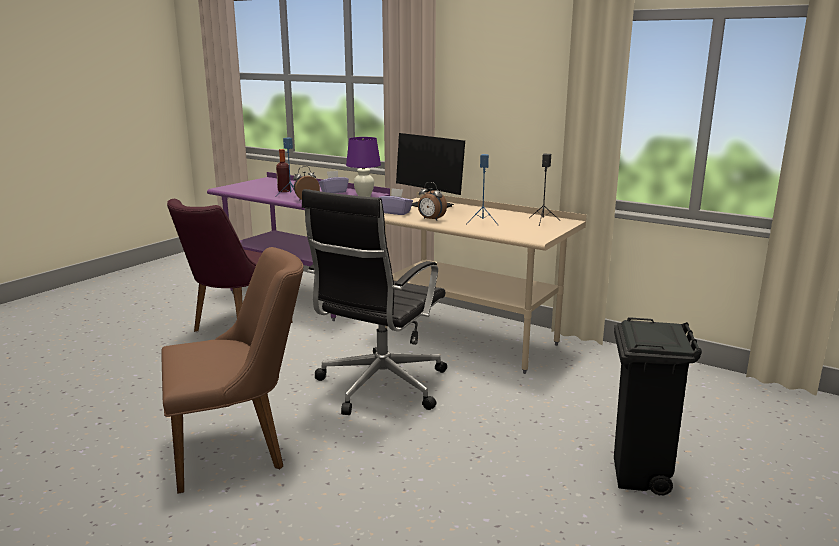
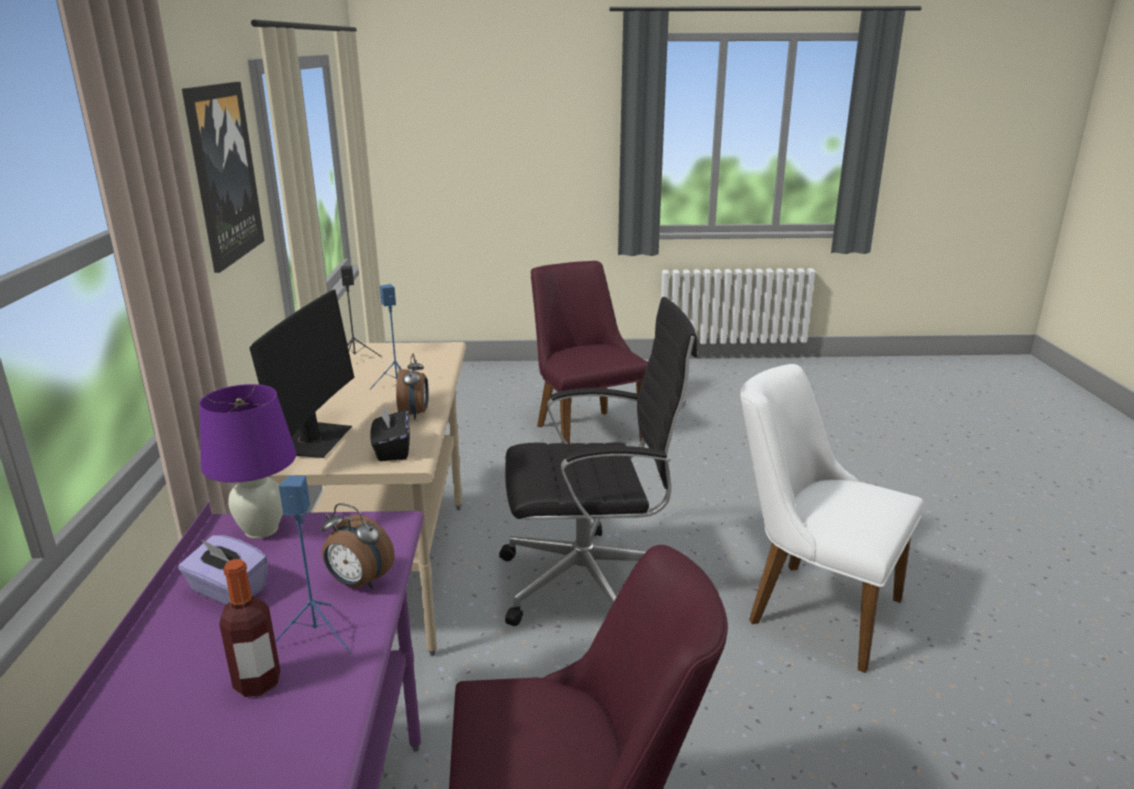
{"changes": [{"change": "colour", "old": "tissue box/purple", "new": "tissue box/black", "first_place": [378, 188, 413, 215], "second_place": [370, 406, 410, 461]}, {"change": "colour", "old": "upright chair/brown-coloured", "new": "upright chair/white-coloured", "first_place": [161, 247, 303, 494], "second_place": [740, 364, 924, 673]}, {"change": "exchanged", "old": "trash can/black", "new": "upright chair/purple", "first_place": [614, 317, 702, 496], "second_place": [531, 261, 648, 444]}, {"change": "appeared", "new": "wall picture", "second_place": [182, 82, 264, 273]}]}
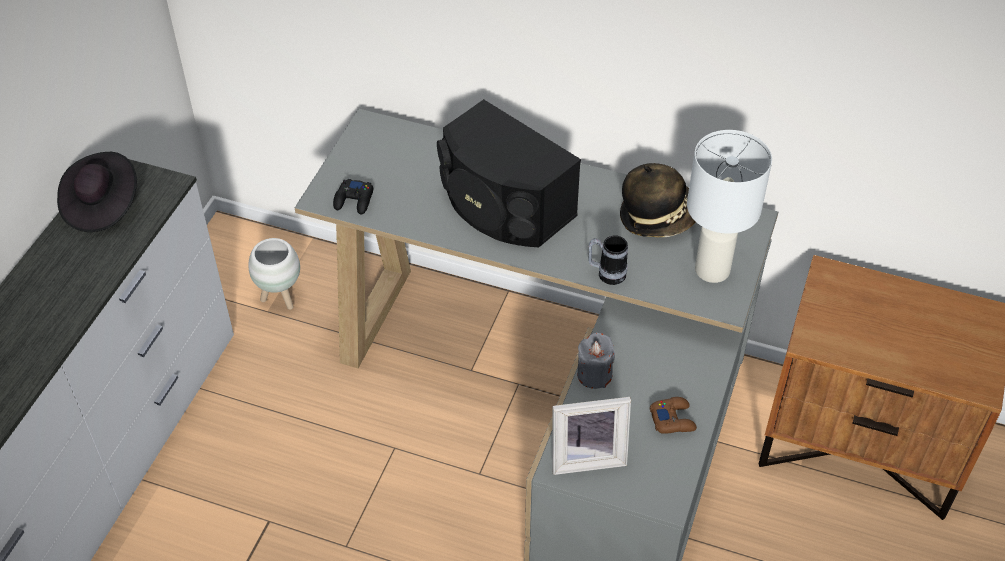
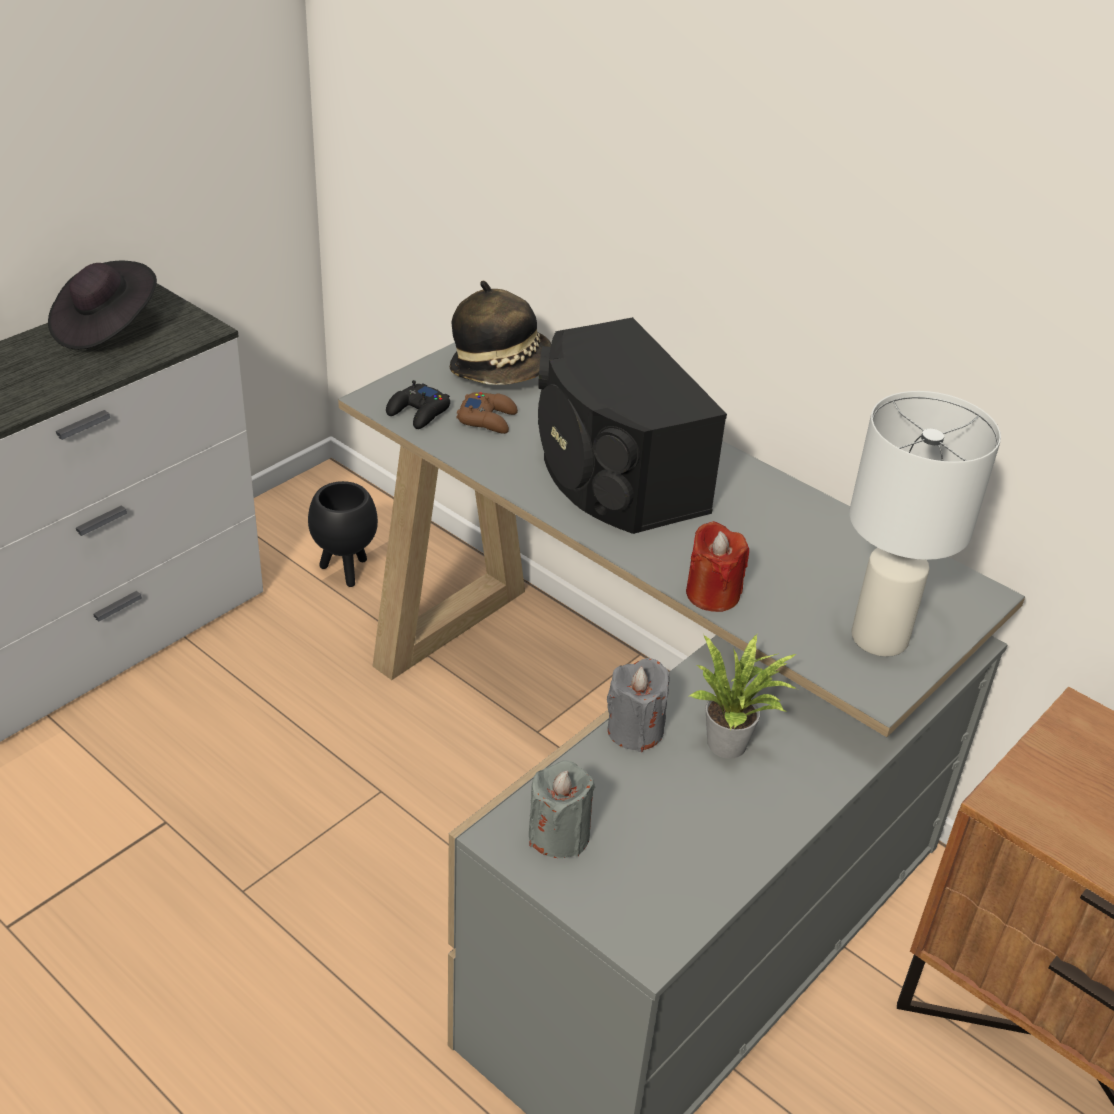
{"changes": [{"change": "relocated", "old": "hat", "first_place": [620, 163, 695, 237], "second_place": [449, 281, 551, 385]}, {"change": "exchanged", "old": "coffee mug", "new": "wax candle/reddish", "first_place": [588, 235, 628, 285], "second_place": [686, 521, 749, 612]}, {"change": "colour", "old": "planter/white-coloured", "new": "planter/black", "first_place": [248, 238, 300, 310], "second_place": [308, 481, 378, 587]}, {"change": "exchanged", "old": "standing frame", "new": "wax candle/greyish", "first_place": [552, 397, 631, 475], "second_place": [529, 760, 595, 858]}, {"change": "relocated", "old": "gamepad/brown-coloured", "first_place": [650, 397, 697, 434], "second_place": [457, 392, 518, 434]}, {"change": "appeared", "new": "potted plant", "second_place": [688, 634, 797, 759]}]}
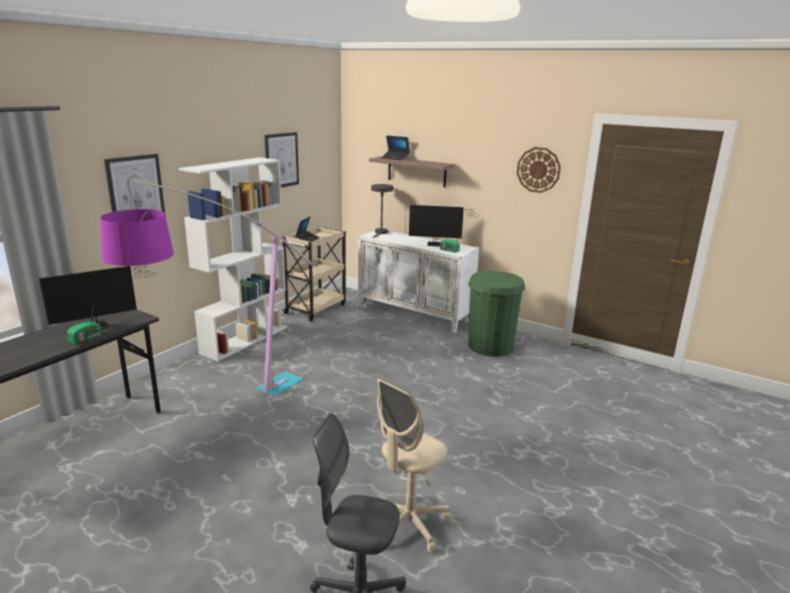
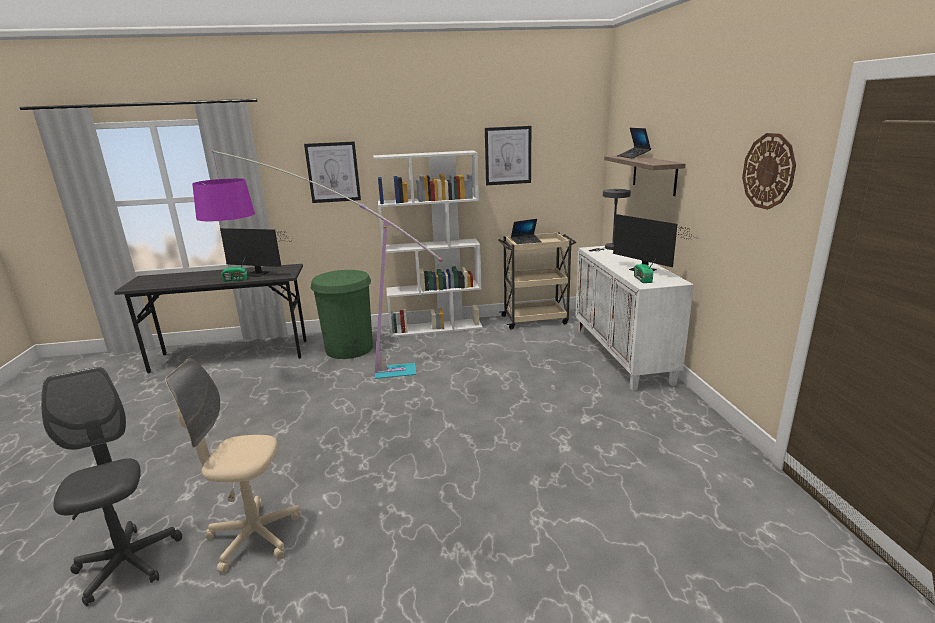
{"changes": [{"change": "relocated", "old": "trash can/green", "first_place": [468, 271, 525, 357], "second_place": [311, 270, 373, 359]}]}
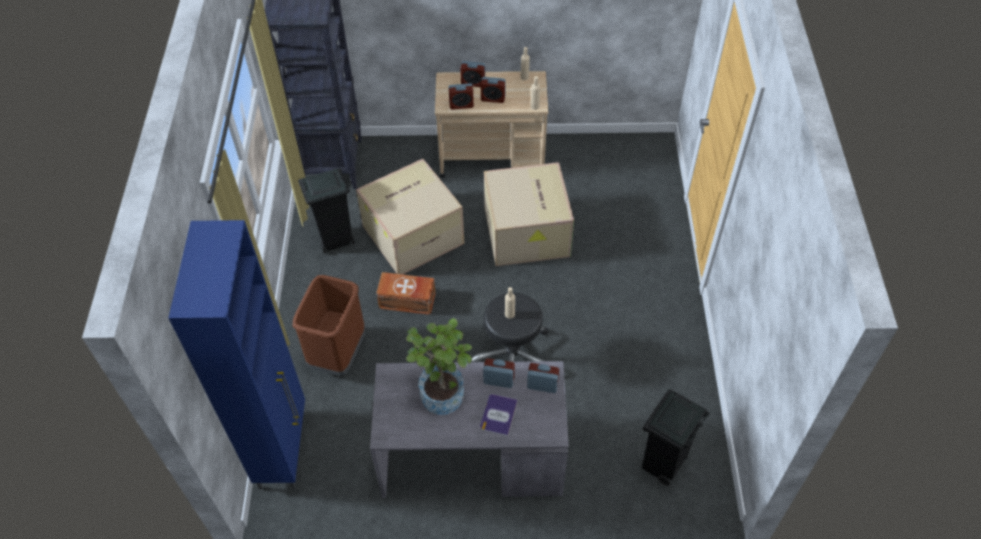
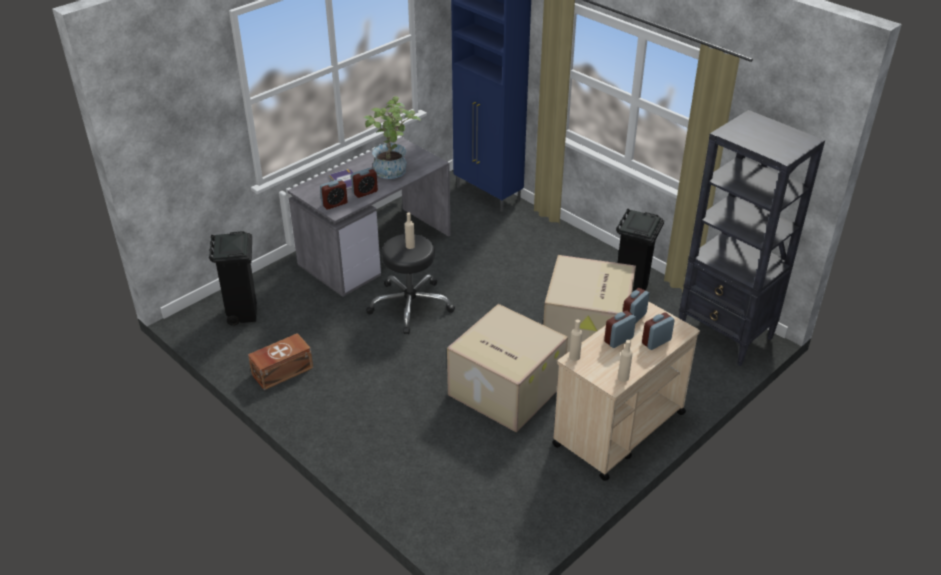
{"changes": [{"change": "relocated", "old": "storage box/brown-coloured", "first_place": [376, 272, 436, 315], "second_place": [248, 333, 313, 390]}, {"change": "missing", "old": "trash can/brown-coloured", "first_place": [293, 275, 365, 376]}]}
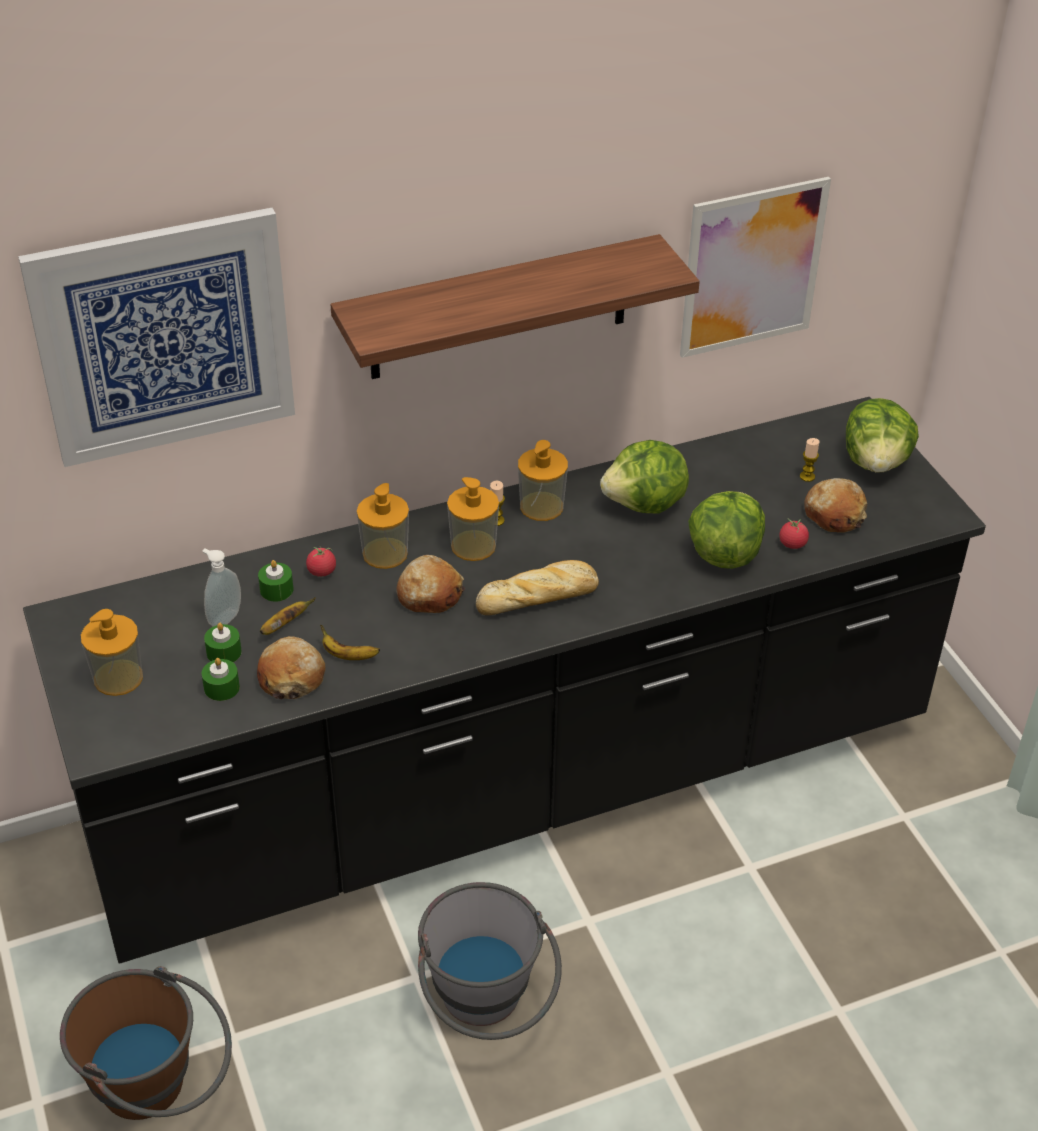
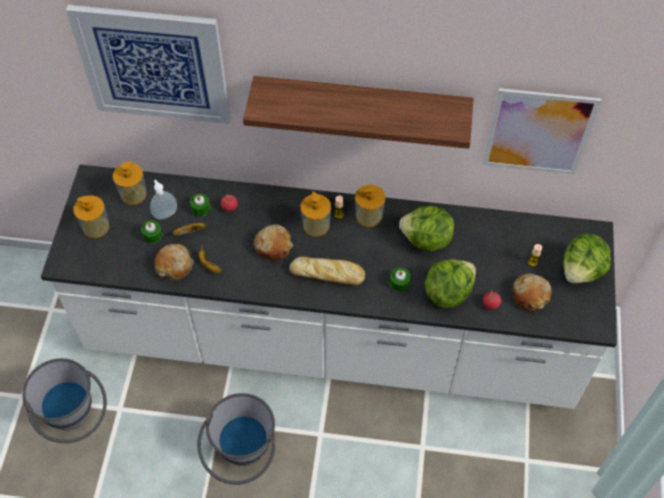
{"changes": [{"change": "colour", "old": "kitchen counter/black", "new": "kitchen counter/white-coloured", "first_place": [23, 397, 986, 964], "second_place": [41, 164, 617, 409]}, {"change": "relocated", "old": "soap dispenser", "first_place": [357, 483, 409, 569], "second_place": [113, 161, 147, 205]}, {"change": "relocated", "old": "wax candle/green", "first_place": [202, 658, 240, 701], "second_place": [390, 268, 411, 292]}, {"change": "colour", "old": "pail/brown-coloured", "new": "pail/greyish", "first_place": [60, 966, 232, 1120], "second_place": [22, 358, 107, 443]}]}
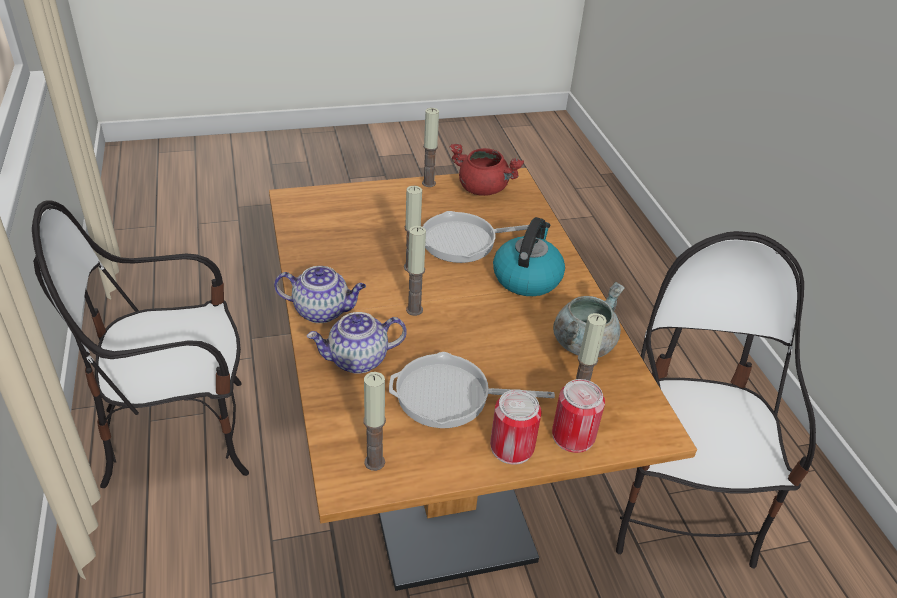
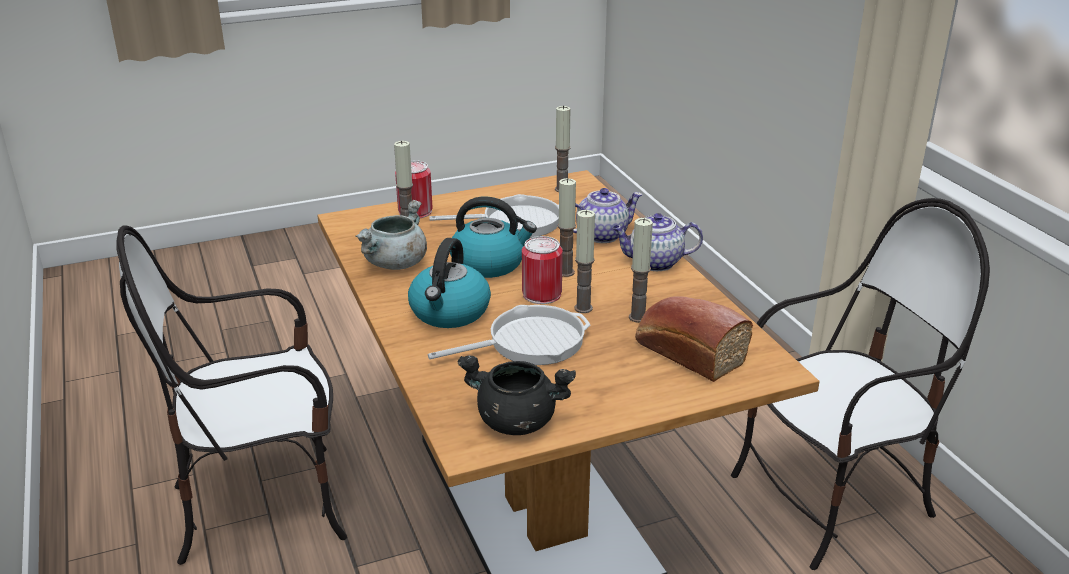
{"changes": [{"change": "relocated", "old": "wax candle", "first_place": [422, 108, 439, 187], "second_place": [629, 218, 653, 323]}, {"change": "colour", "old": "cooking pot/reddish", "new": "cooking pot/black", "first_place": [449, 143, 524, 196], "second_place": [457, 355, 576, 435]}, {"change": "spun", "old": "upright chair", "first_place": [616, 231, 816, 568], "second_place": [116, 225, 347, 565], "degrees": 75}, {"change": "relocated", "old": "sealed can", "first_place": [490, 389, 542, 465], "second_place": [522, 236, 563, 304]}, {"change": "appeared", "new": "tea kettle", "second_place": [450, 197, 537, 278]}, {"change": "appeared", "new": "bread", "second_place": [635, 296, 753, 382]}]}
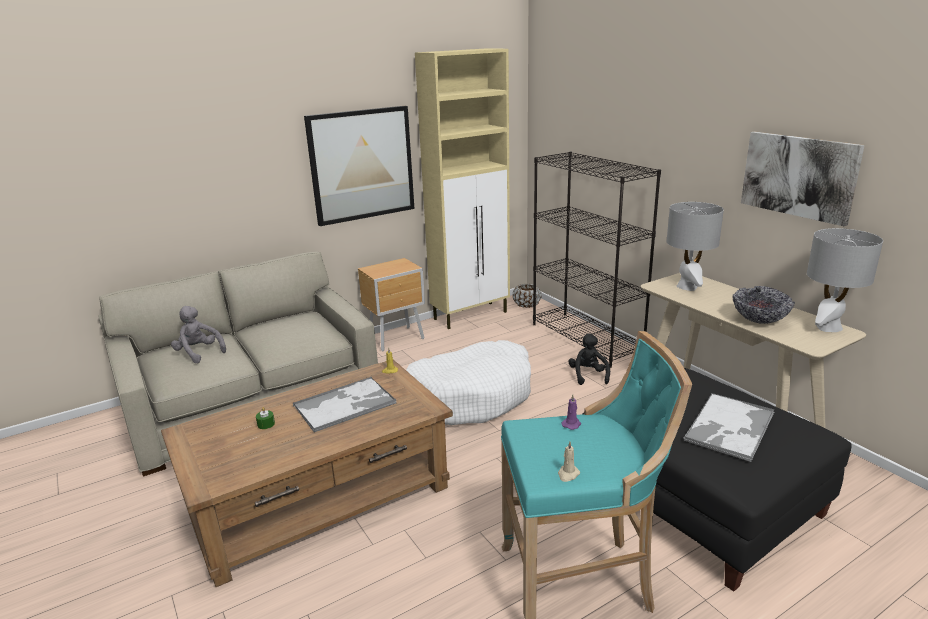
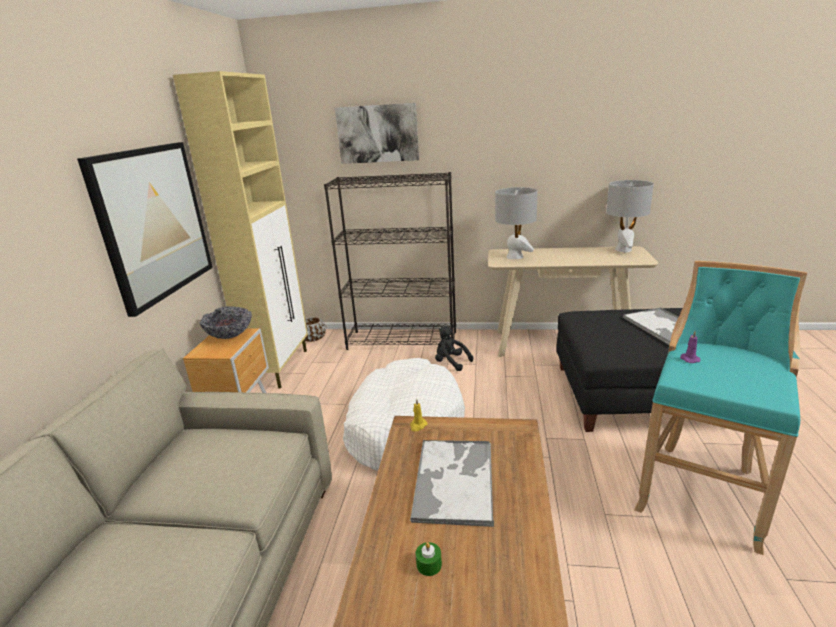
{"changes": [{"change": "relocated", "old": "wall picture", "first_place": [741, 132, 865, 226], "second_place": [335, 103, 419, 164]}, {"change": "relocated", "old": "bowl", "first_place": [733, 286, 795, 324], "second_place": [199, 306, 252, 339]}, {"change": "missing", "old": "plush toy/greyish", "first_place": [171, 306, 226, 363]}, {"change": "missing", "old": "wax candle/beige", "first_place": [558, 441, 580, 482]}]}
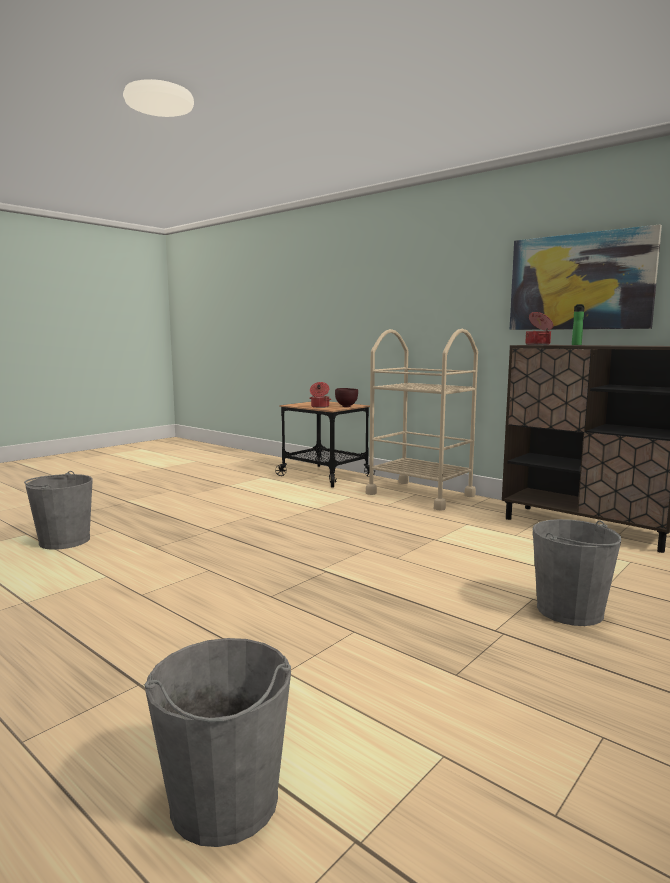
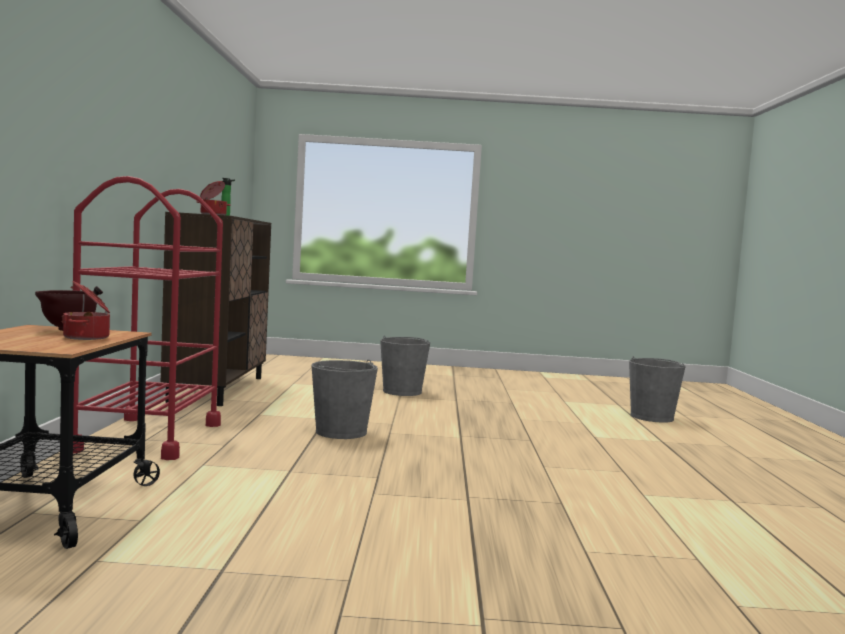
{"changes": [{"change": "missing", "old": "wall picture", "first_place": [510, 224, 662, 330]}, {"change": "colour", "old": "trolley/beige", "new": "trolley/reddish", "first_place": [366, 329, 478, 511], "second_place": [73, 176, 223, 460]}, {"change": "relocated", "old": "pail/greyish", "first_place": [24, 471, 93, 550], "second_place": [312, 360, 378, 439]}]}
